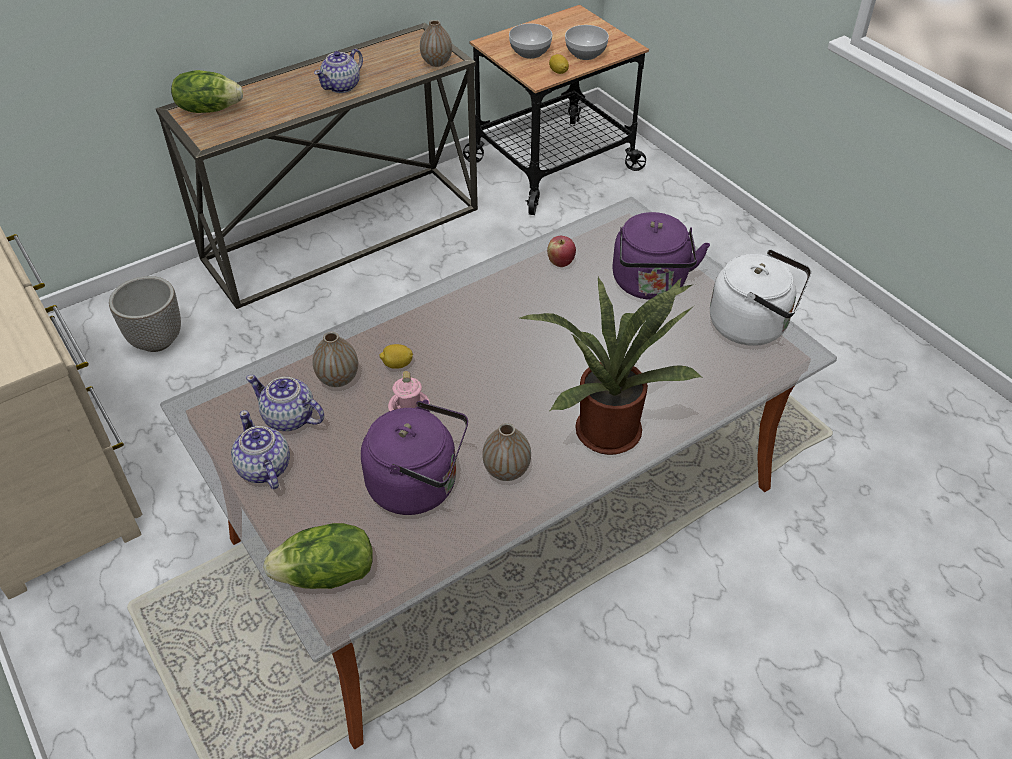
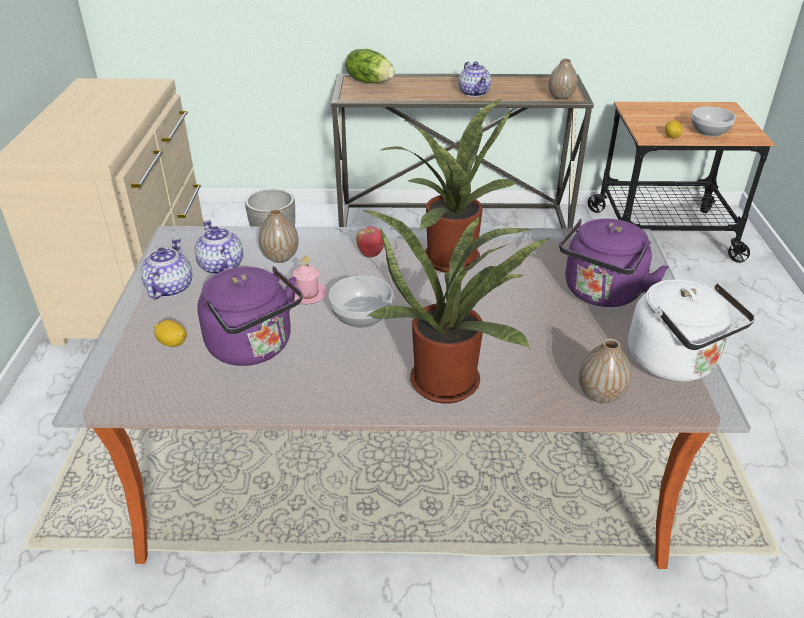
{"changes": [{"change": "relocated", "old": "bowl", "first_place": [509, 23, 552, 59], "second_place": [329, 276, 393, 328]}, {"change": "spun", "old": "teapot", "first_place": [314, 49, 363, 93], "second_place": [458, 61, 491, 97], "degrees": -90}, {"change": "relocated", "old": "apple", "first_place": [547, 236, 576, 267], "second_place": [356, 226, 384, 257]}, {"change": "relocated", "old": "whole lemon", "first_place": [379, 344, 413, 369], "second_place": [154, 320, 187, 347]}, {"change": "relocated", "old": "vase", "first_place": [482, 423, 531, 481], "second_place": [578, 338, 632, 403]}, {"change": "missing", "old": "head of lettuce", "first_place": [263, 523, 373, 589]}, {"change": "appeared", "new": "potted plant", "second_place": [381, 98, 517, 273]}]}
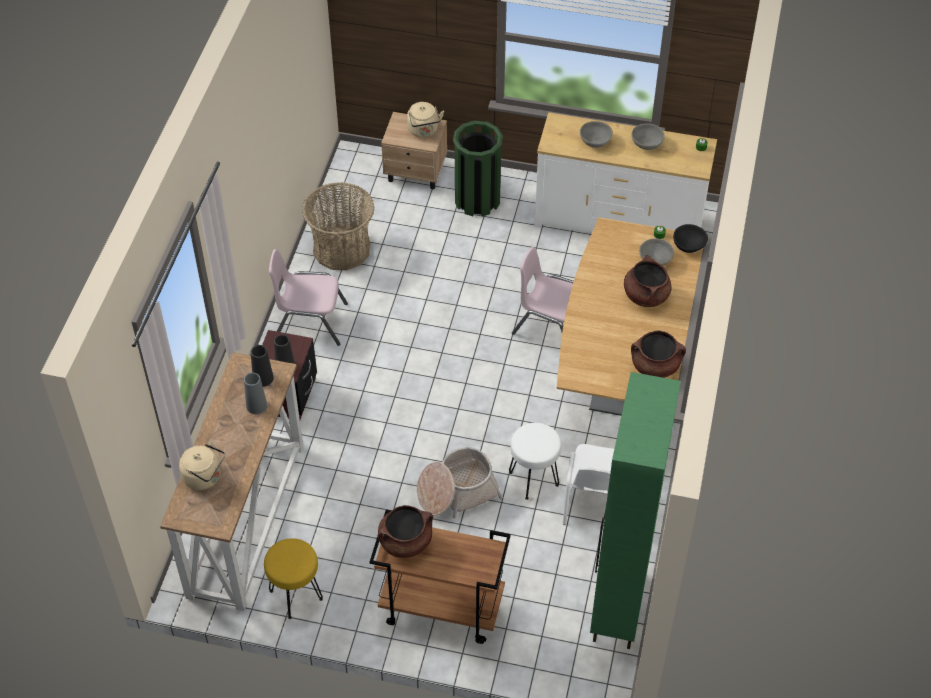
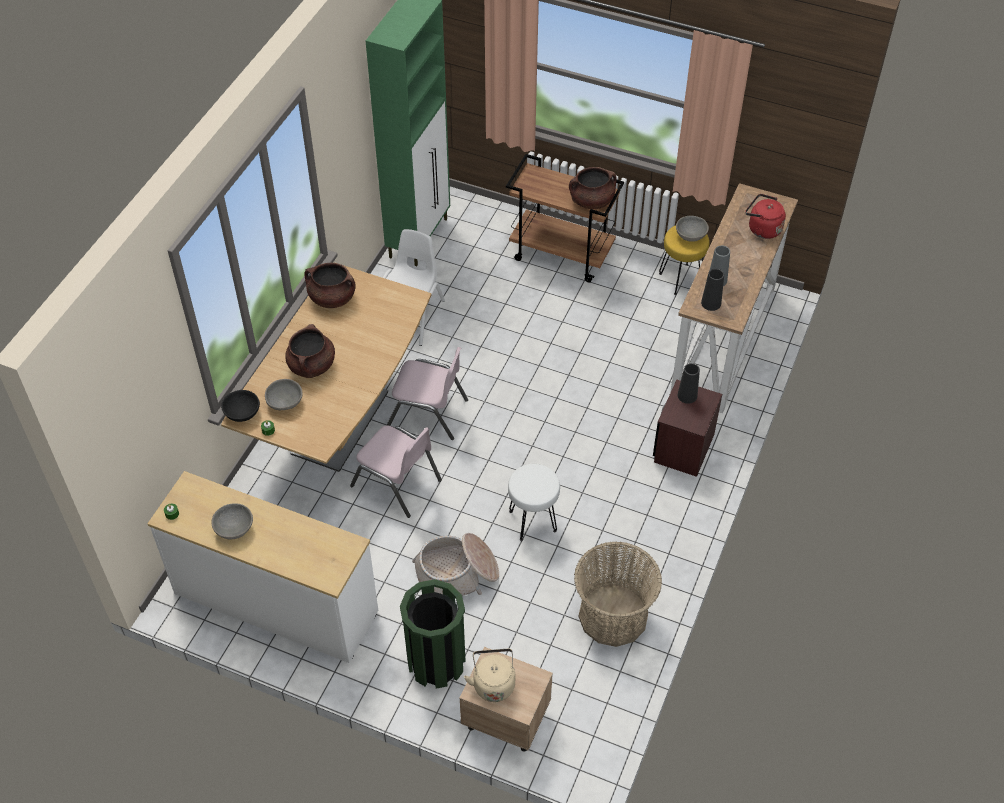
{"changes": [{"change": "relocated", "old": "bowl/greyish", "first_place": [580, 121, 613, 148], "second_place": [676, 216, 709, 242]}, {"change": "relocated", "old": "upright chair/pinkish", "first_place": [269, 249, 348, 346], "second_place": [387, 347, 468, 440]}, {"change": "relocated", "old": "sitting stool/white-coloured", "first_place": [509, 423, 561, 500], "second_place": [508, 464, 560, 541]}, {"change": "colour", "old": "tea kettle/beige", "new": "tea kettle/reddish", "first_place": [179, 441, 225, 490], "second_place": [745, 194, 786, 239]}, {"change": "relocated", "old": "basket", "first_place": [417, 447, 503, 519], "second_place": [412, 533, 499, 596]}]}
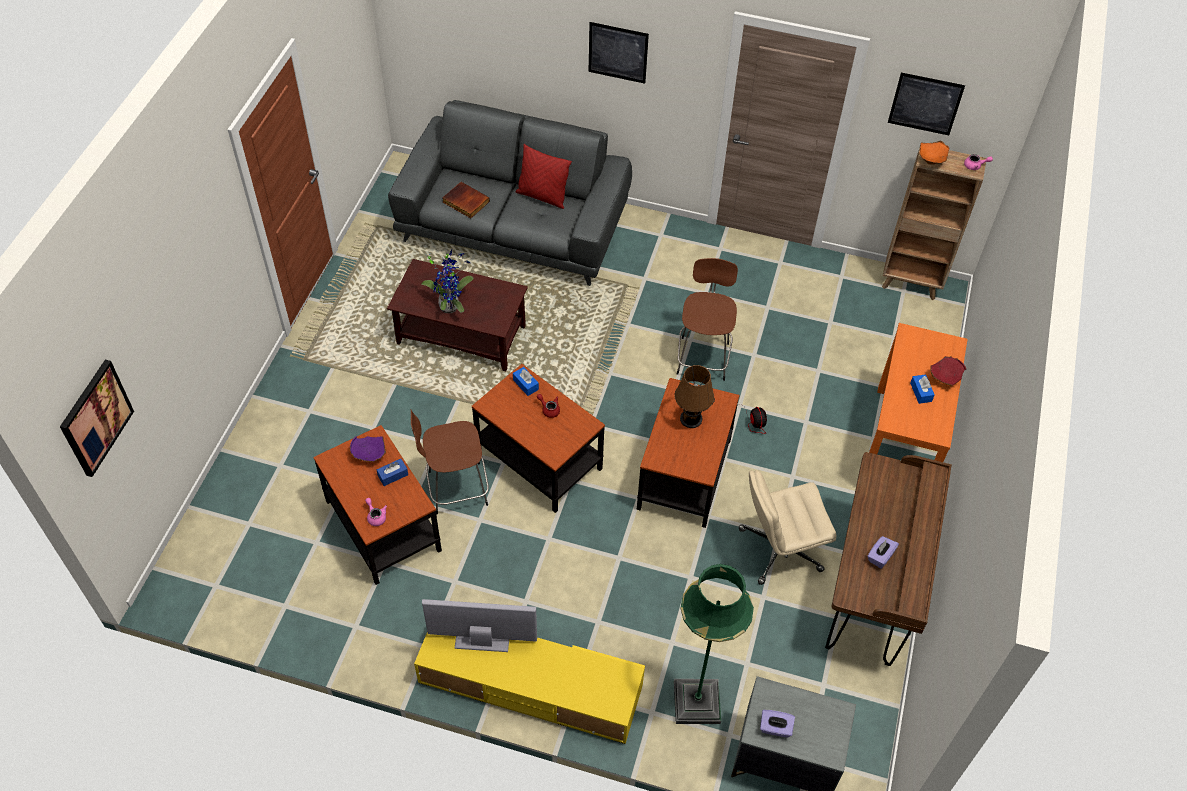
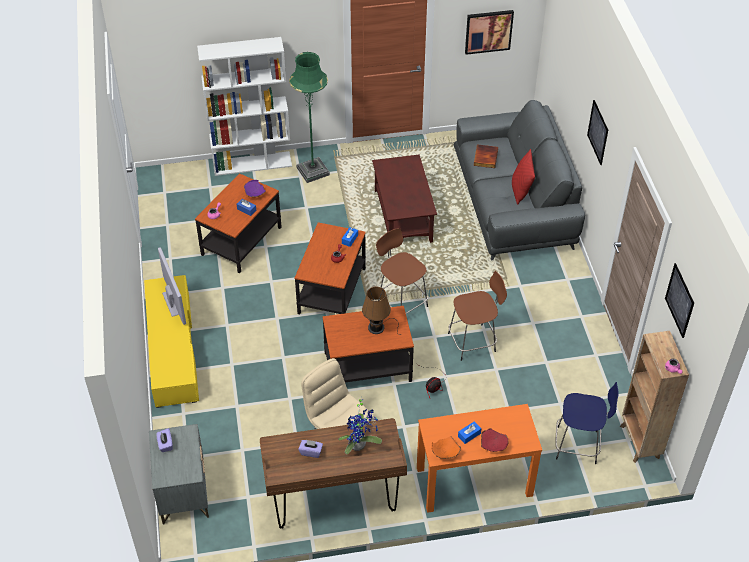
{"changes": [{"change": "relocated", "old": "bowl/orange", "first_place": [919, 141, 949, 165], "second_place": [431, 436, 461, 459]}, {"change": "relocated", "old": "potted plant", "first_place": [421, 250, 473, 313], "second_place": [338, 396, 382, 454]}, {"change": "relocated", "old": "wall picture", "first_place": [60, 360, 134, 477], "second_place": [465, 10, 514, 55]}, {"change": "relocated", "old": "sitting stool/brown-coloured", "first_place": [410, 409, 489, 515], "second_place": [376, 228, 428, 314]}, {"change": "relocated", "old": "floor lamp/green", "first_place": [674, 564, 754, 724], "second_place": [289, 52, 330, 183]}, {"change": "appeared", "new": "bookshelf/white-coloured", "second_place": [197, 37, 292, 176]}, {"change": "appeared", "new": "sitting stool/bluish", "second_place": [555, 382, 619, 464]}]}
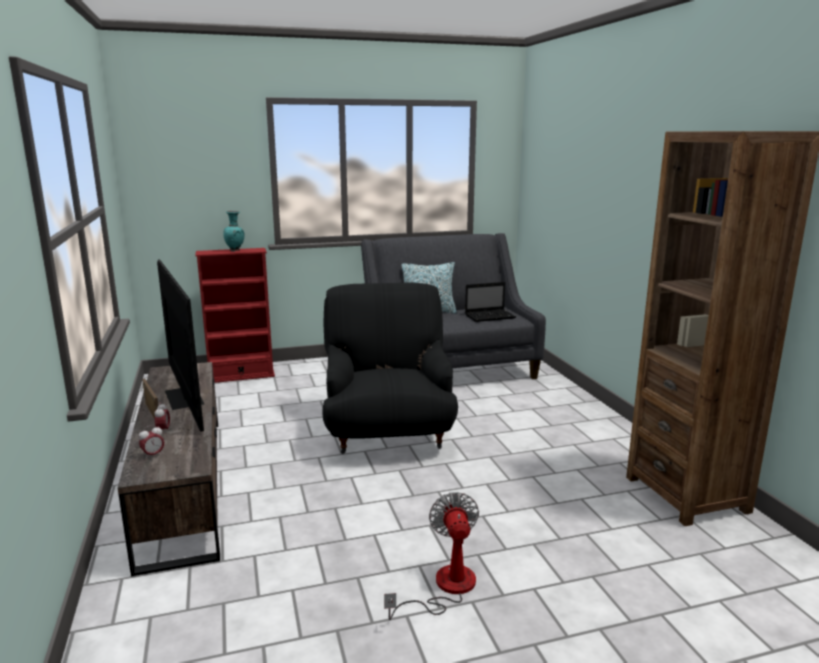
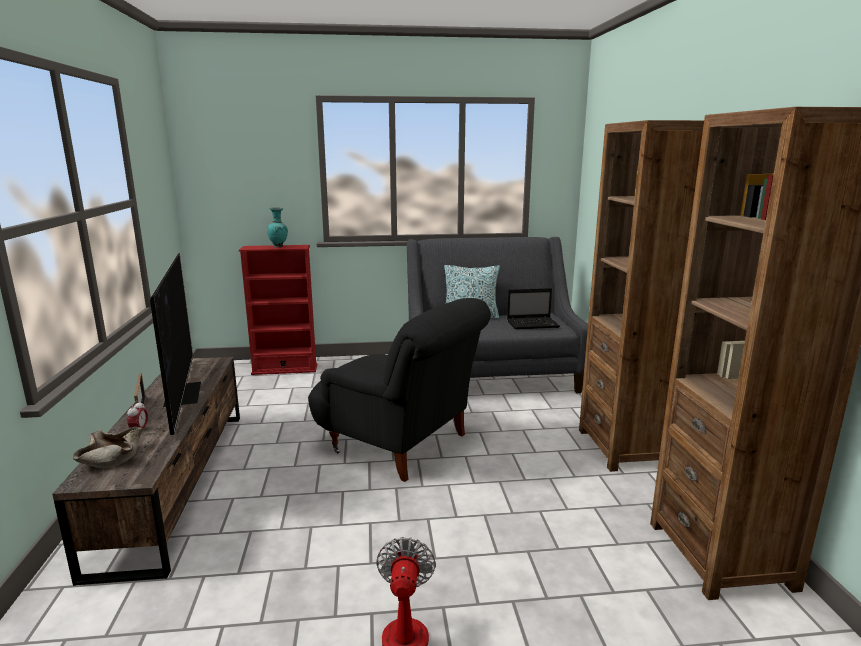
{"changes": [{"change": "spun", "old": "armchair/black", "first_place": [322, 283, 458, 454], "second_place": [308, 298, 491, 482], "degrees": 120}, {"change": "exchanged", "old": "alarm clock", "new": "bowl/beige", "first_place": [139, 425, 164, 459], "second_place": [72, 427, 143, 468]}, {"change": "appeared", "new": "bookshelf/brown-coloured", "second_place": [579, 120, 704, 472]}]}
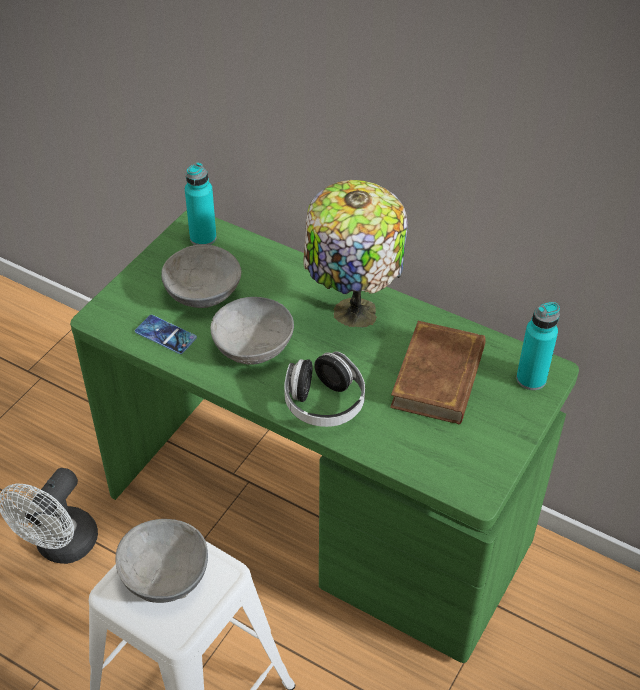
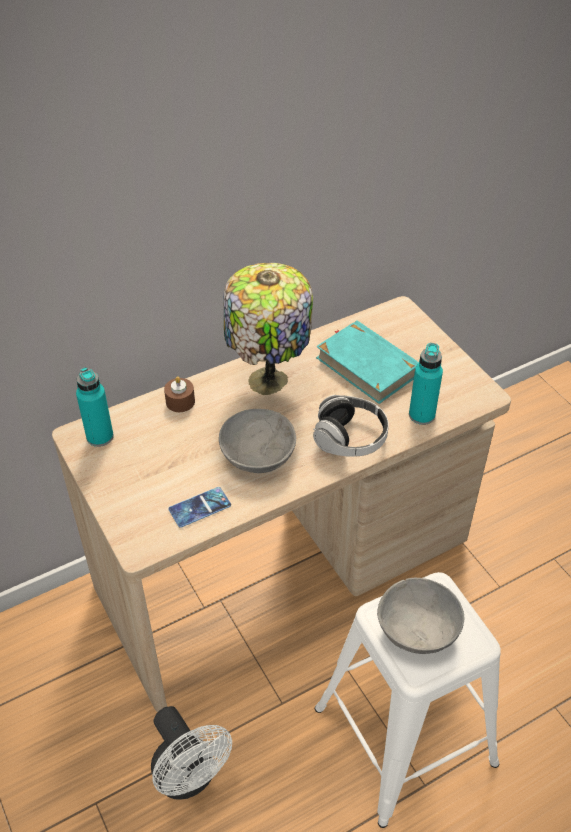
{"changes": [{"change": "colour", "old": "desk unit/green", "new": "desk unit/beige", "first_place": [70, 210, 579, 663], "second_place": [52, 296, 511, 712]}, {"change": "missing", "old": "bowl/greyish", "first_place": [161, 244, 241, 308]}, {"change": "relocated", "old": "beverage bottle/turquoise-coloured", "first_place": [516, 302, 560, 390], "second_place": [409, 343, 443, 425]}, {"change": "colour", "old": "book/brown-coloured", "new": "book/turquoise-coloured", "first_place": [390, 321, 486, 424], "second_place": [316, 320, 419, 404]}, {"change": "appeared", "new": "wax candle/brown-coloured", "second_place": [164, 377, 195, 412]}]}
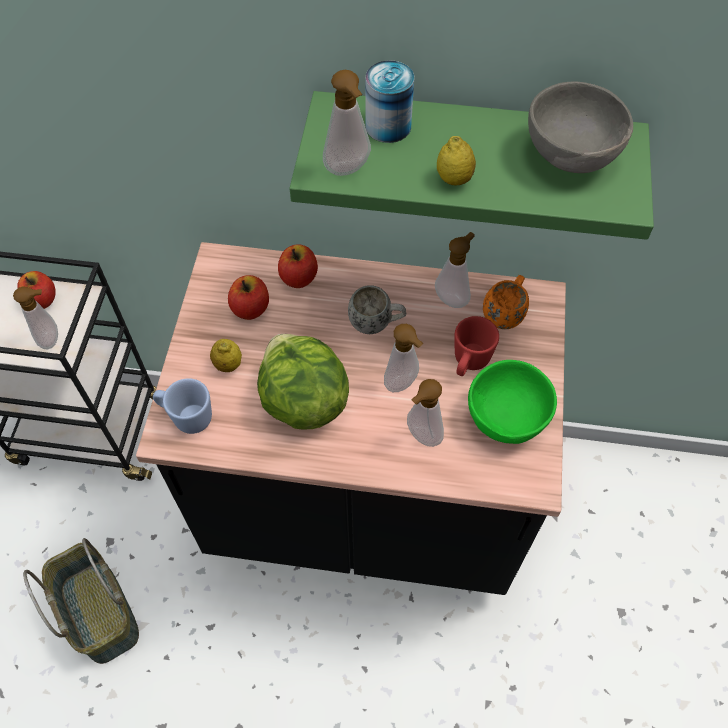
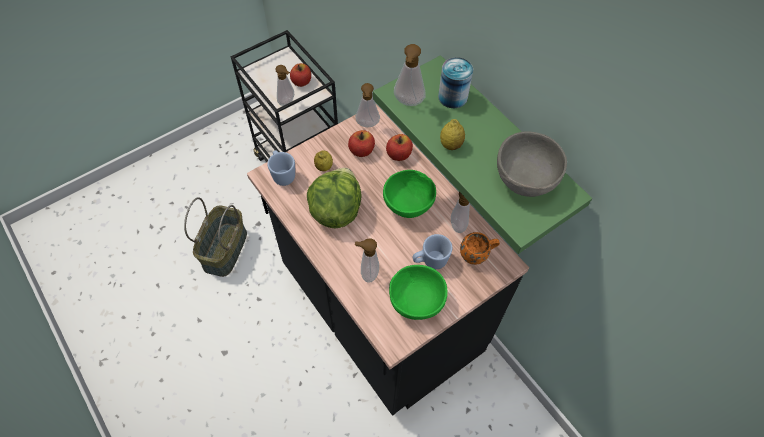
{"changes": [{"change": "exchanged", "old": "coffee mug/white-coloured", "new": "bowl/green", "first_place": [348, 285, 406, 334], "second_place": [383, 170, 436, 218]}, {"change": "colour", "old": "coffee mug/reddish", "new": "coffee mug/bluish", "first_place": [454, 316, 499, 376], "second_place": [413, 234, 452, 269]}, {"change": "relocated", "old": "soap dispenser", "first_place": [384, 324, 423, 392], "second_place": [355, 83, 380, 127]}]}
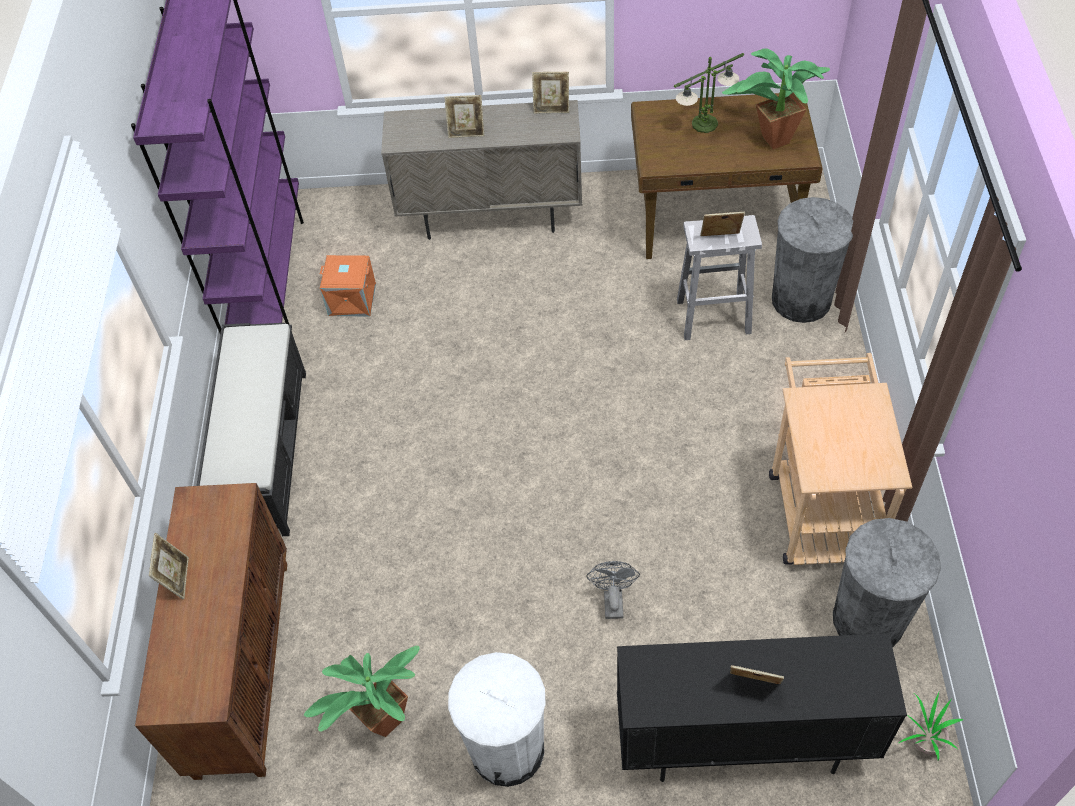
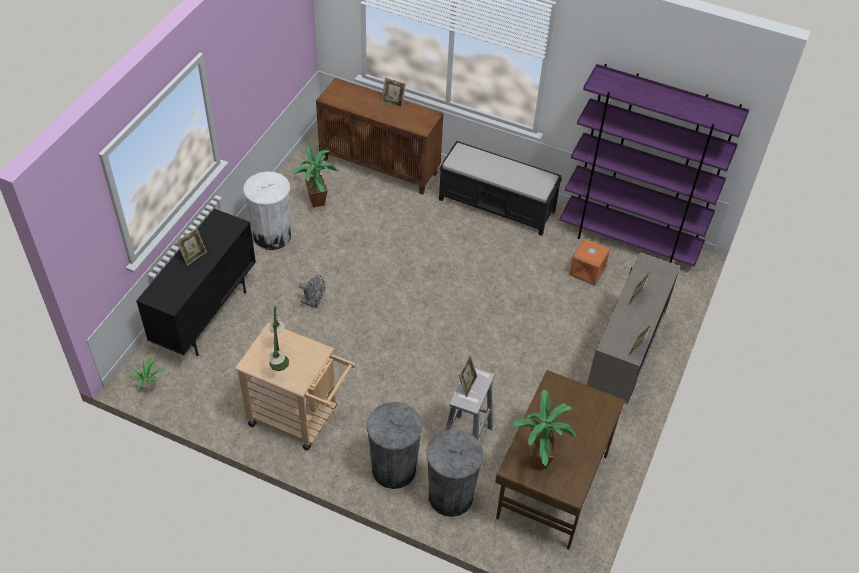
{"changes": [{"change": "relocated", "old": "lamp for a table", "first_place": [674, 53, 744, 133], "second_place": [268, 306, 289, 371]}, {"change": "relocated", "old": "trash can/greyish", "first_place": [833, 518, 941, 647], "second_place": [366, 402, 423, 489]}]}
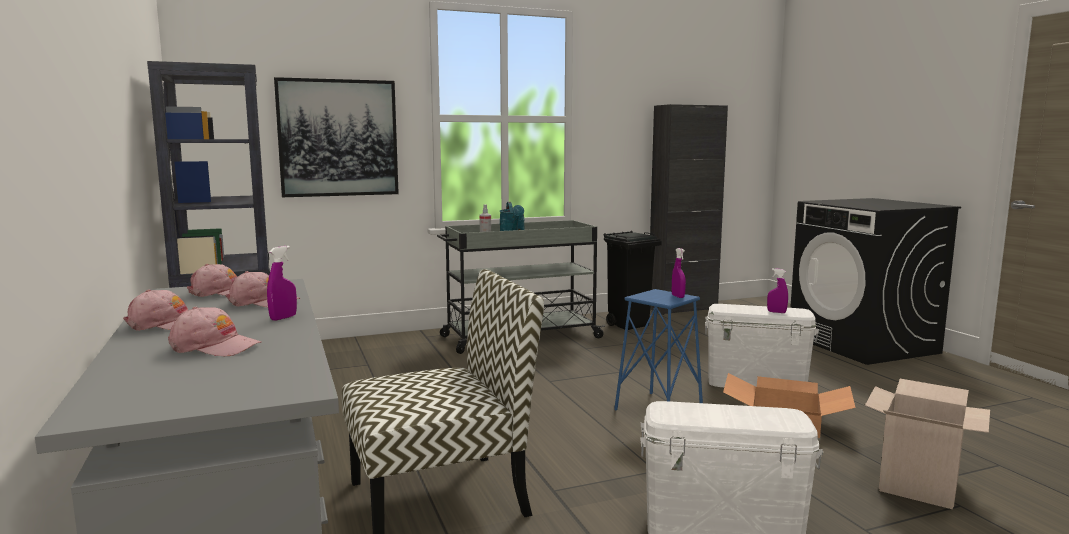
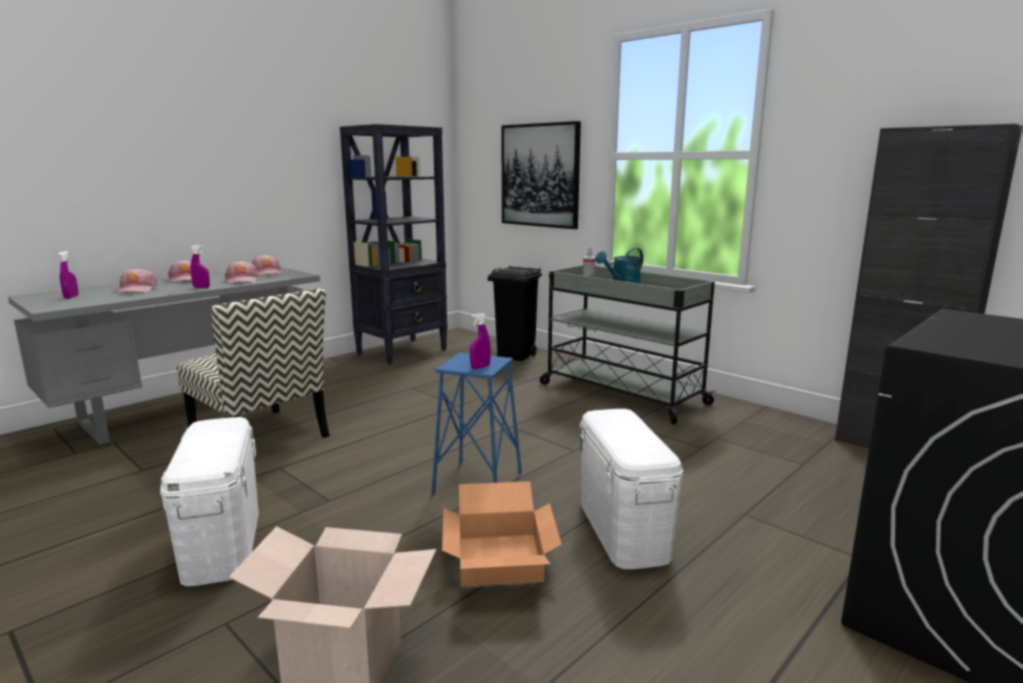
{"changes": [{"change": "relocated", "old": "trash can/black", "first_place": [603, 231, 662, 330], "second_place": [488, 266, 542, 361]}, {"change": "relocated", "old": "hand sprayer/purple", "first_place": [767, 268, 788, 313], "second_place": [58, 251, 78, 299]}]}
